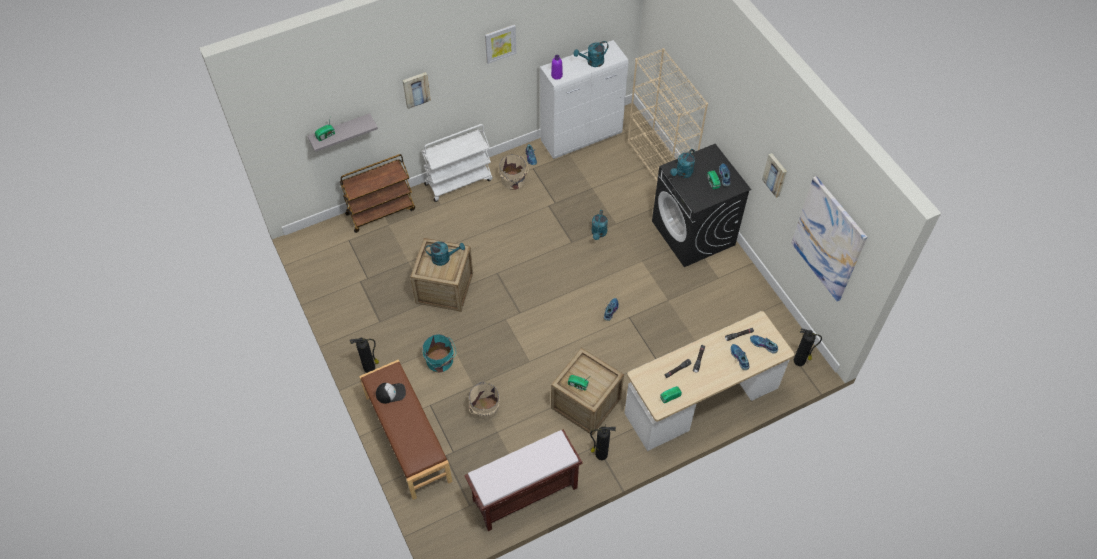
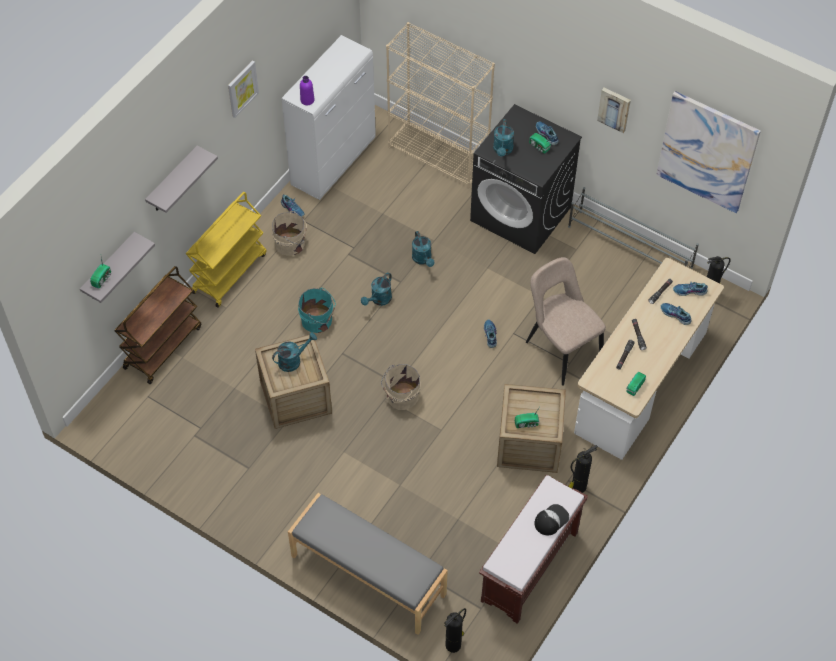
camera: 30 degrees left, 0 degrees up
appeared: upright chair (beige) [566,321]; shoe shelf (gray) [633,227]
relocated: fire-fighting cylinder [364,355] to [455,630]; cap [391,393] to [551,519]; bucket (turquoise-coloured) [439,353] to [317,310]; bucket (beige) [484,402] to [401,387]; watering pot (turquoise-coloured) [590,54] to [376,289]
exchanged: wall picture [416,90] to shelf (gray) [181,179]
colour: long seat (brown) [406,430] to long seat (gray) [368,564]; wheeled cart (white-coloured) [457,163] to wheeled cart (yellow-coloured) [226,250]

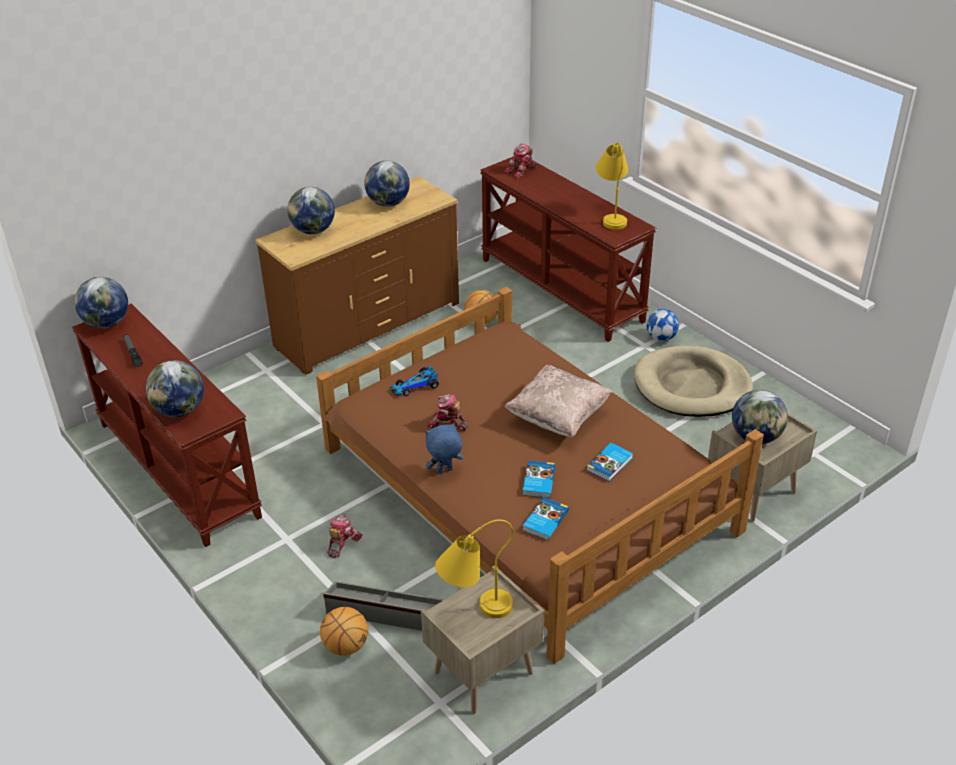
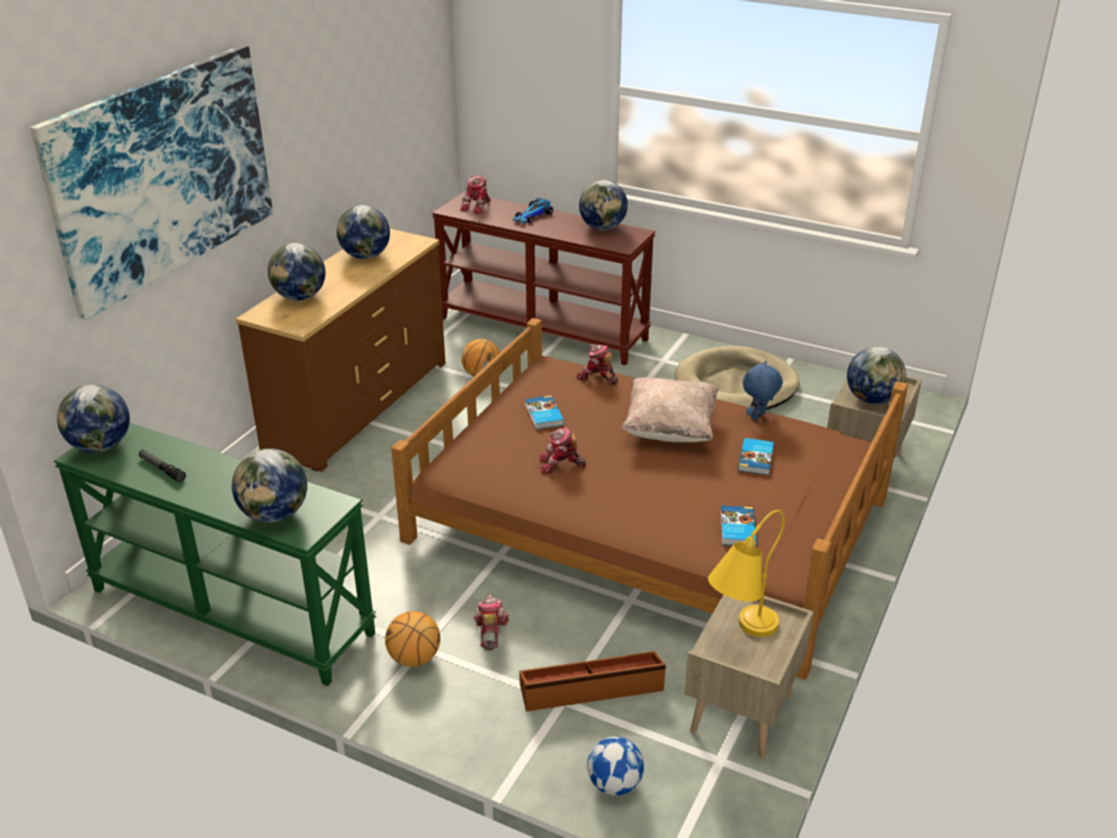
camera: 25 degrees left, 5 degrees down
appeared: wall picture [151,182]; model robot [597,365]
relocated: basketball ball [344,631] to [412,639]; toy car [414,381] to [532,210]; cuddly toy (bluish) [444,448] to [763,390]; volume [539,479] to [544,412]; football [662,325] to [615,766]
exchanged: lamp for a table (yellow-coloured) [612,186] to desk globe [603,205]
colour: hall table (brown) [167,425] to hall table (greenish) [215,554]; storage bin (gray) [383,606] to storage bin (brown) [592,681]

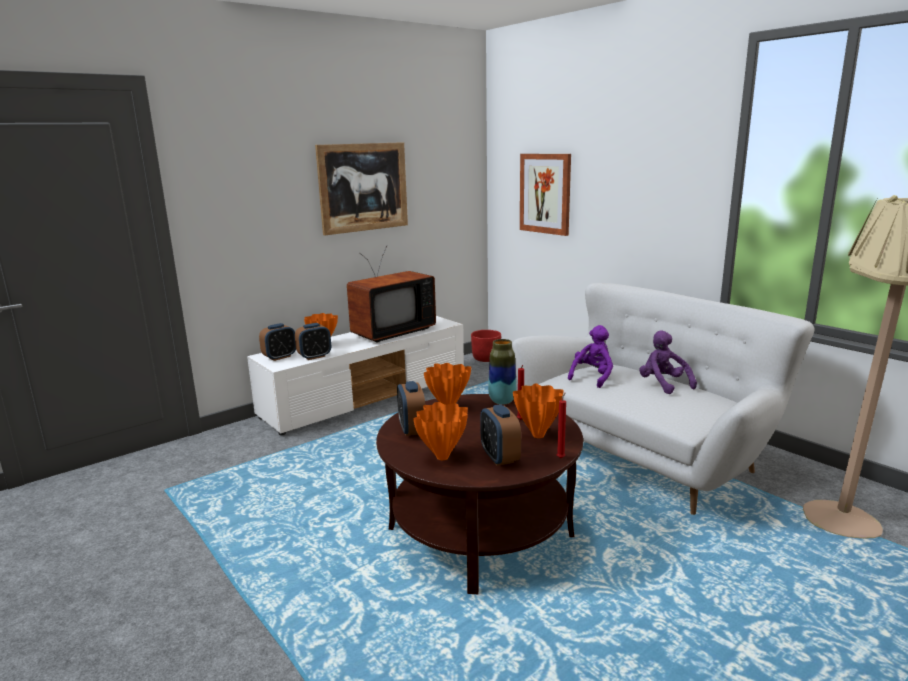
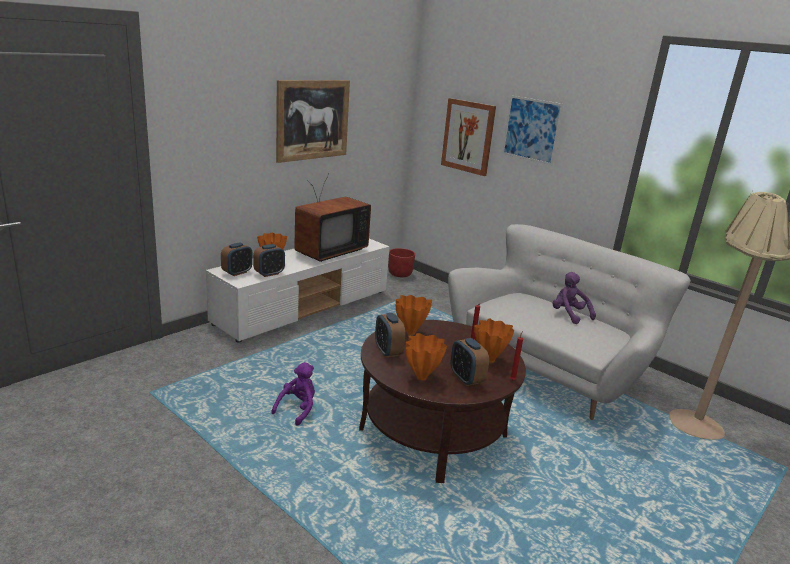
camera: 10 degrees left, 5 degrees up
missing: decorative vase [502,372]
appeared: wall picture [533,130]
relocated: cuddly toy (purplish) [590,356] to [293,393]

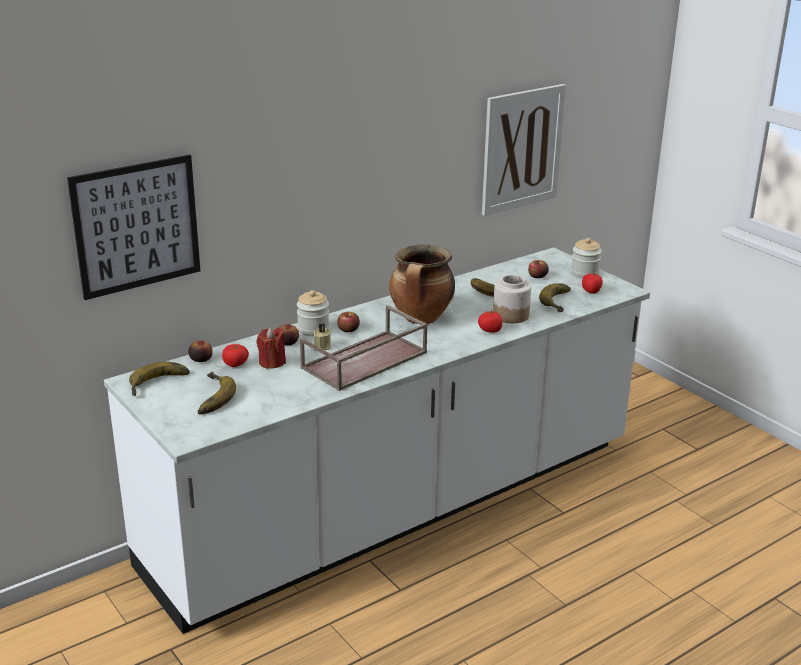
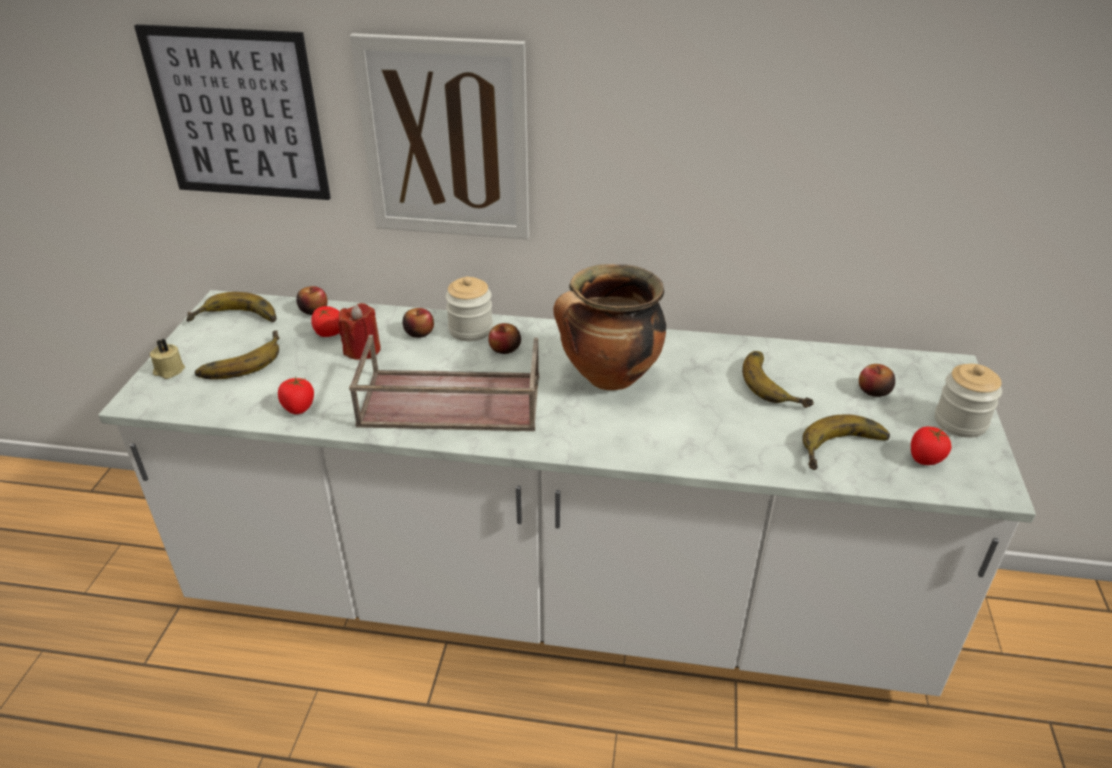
camera: 45 degrees right, 10 degrees up
missing: storage jar [512,299]
relocated: candle (beige) [322,337] to [167,359]; tomato [490,321] to [296,395]; wall picture [524,150] to [439,136]

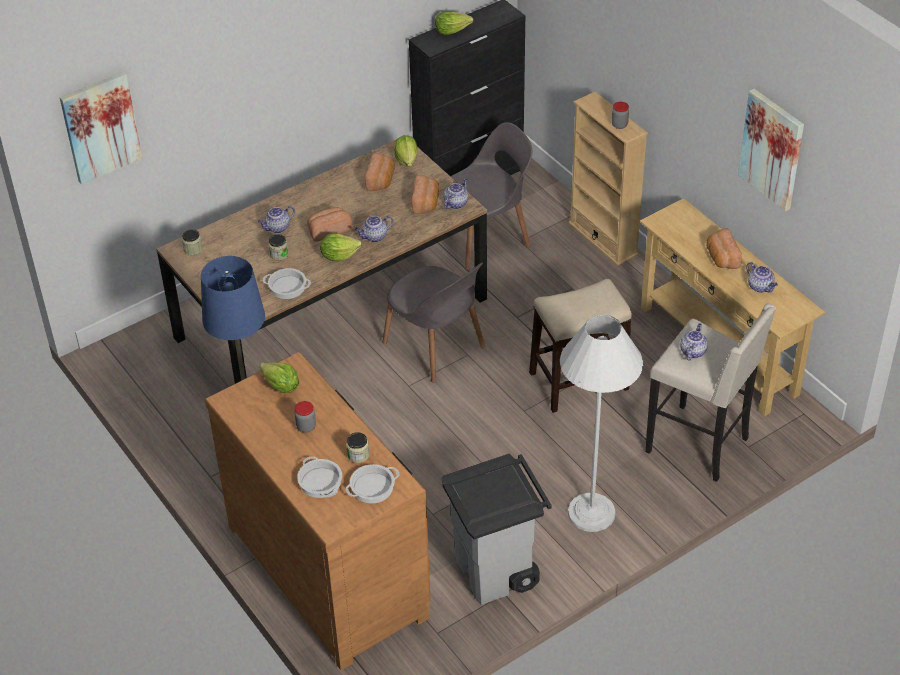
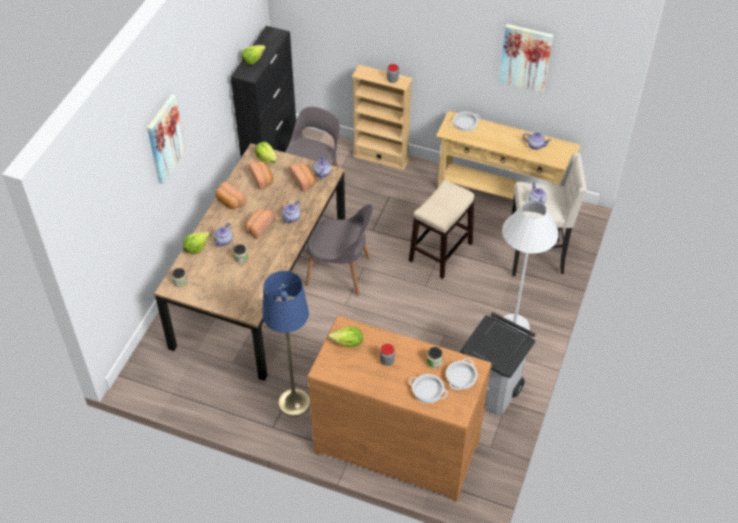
camera: 35 degrees left, 5 degrees up
relocated: wall picture [101,128] to [166,139]; saucepot [287,283] to [466,122]; lettuce [341,247] to [196,243]; bakery bread [724,248] to [230,195]

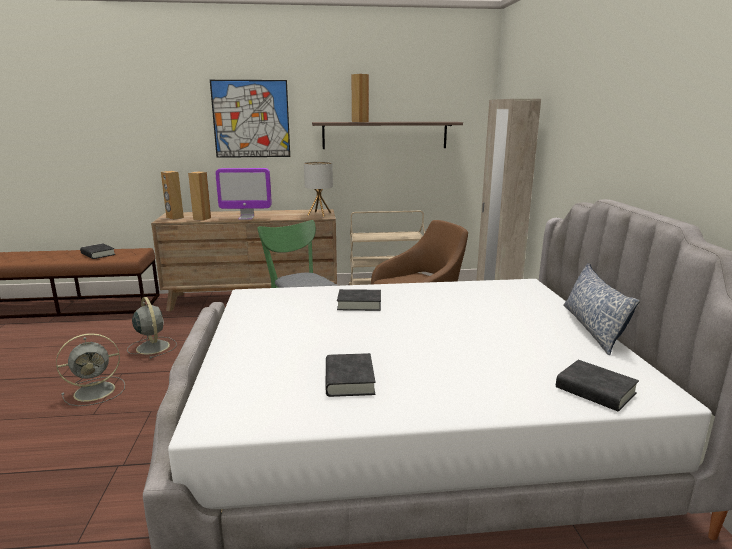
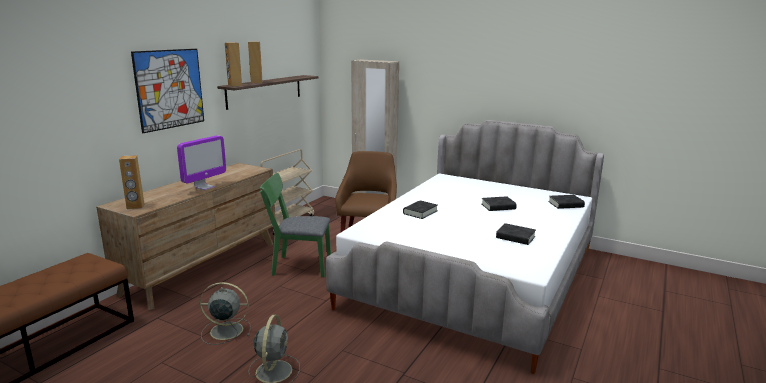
camera: 55 degrees left, 0 degrees up
missing: lamp for a table [318,189]; cushion [601,309]
relocated: volume (black-coloured) [97,251] to [499,203]; audio speaker (brown) [199,196] to [233,64]

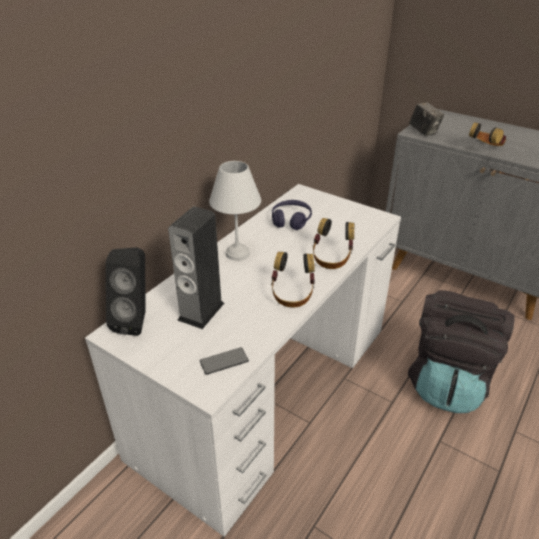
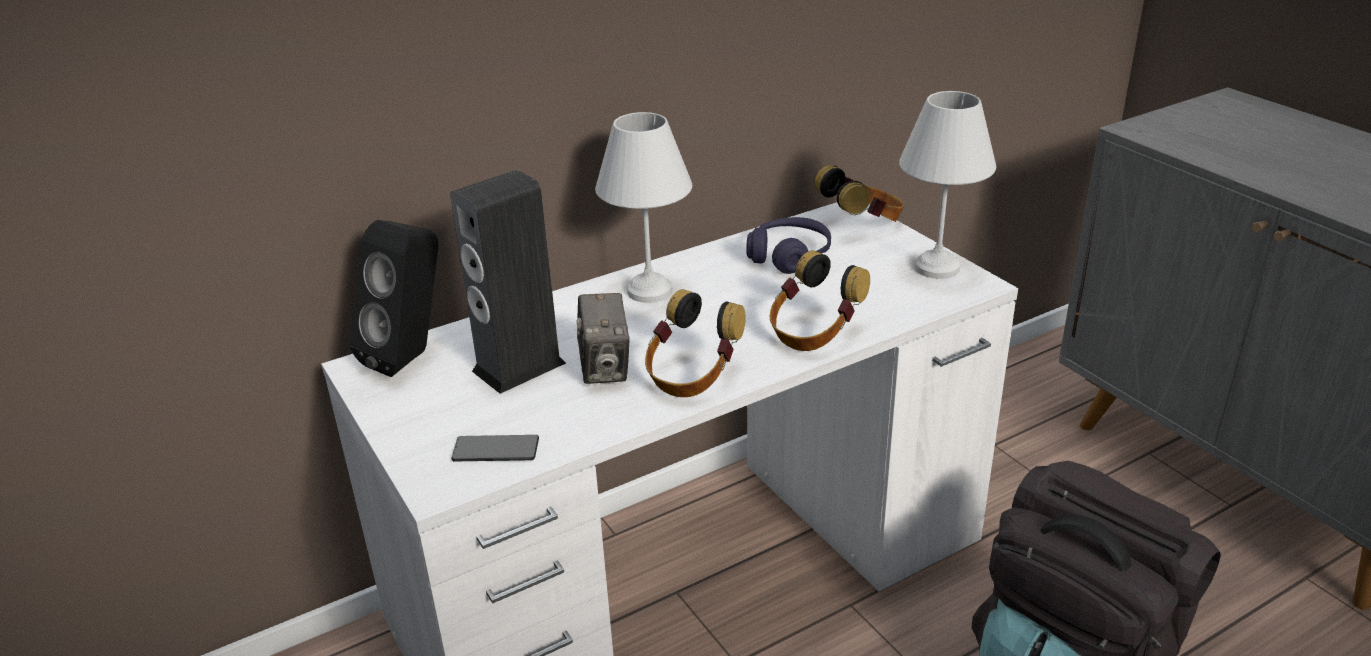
camera: 25 degrees right, 5 degrees down
appeared: lamp for a table (white-coloured) [947,185]
relocated: photo camera [426,119] to [603,338]; headset [488,134] to [859,193]

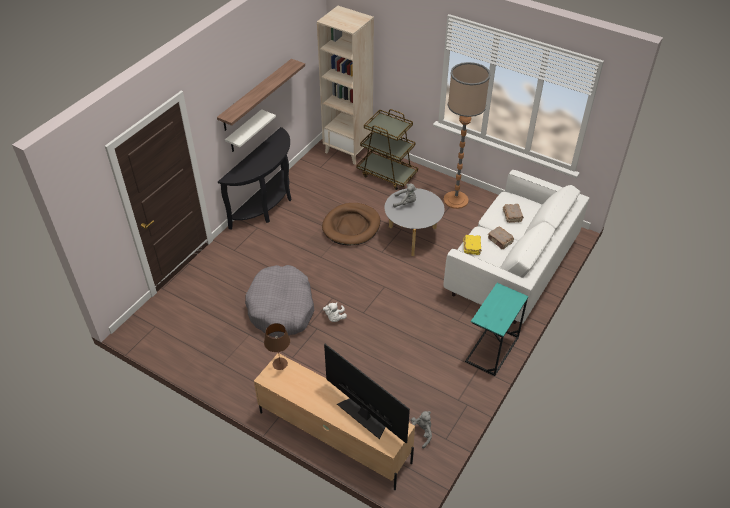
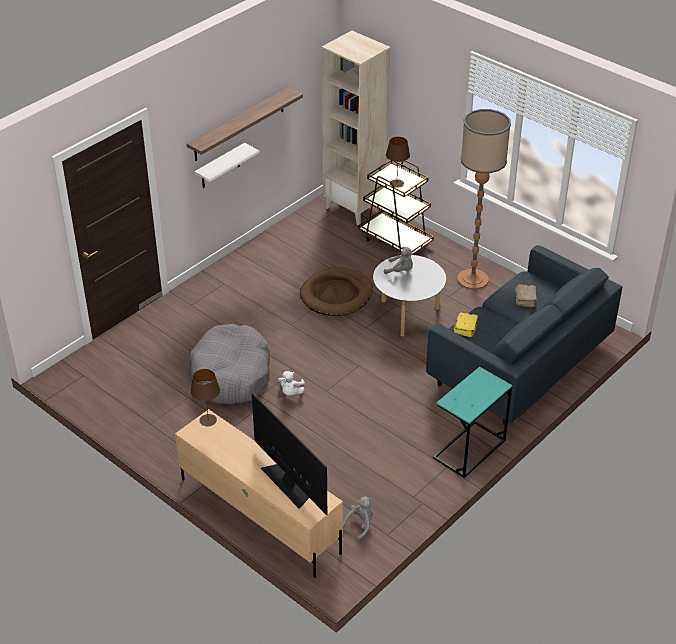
camera: 10 degrees right, 5 degrees down
missing: hall table (black-coloured) [254,178]; volume (brown) [501,238]
appeared: lamp for a table (brown) [398,162]
colour: settee (white-coloured) [516,247] to settee (bluish) [524,335]

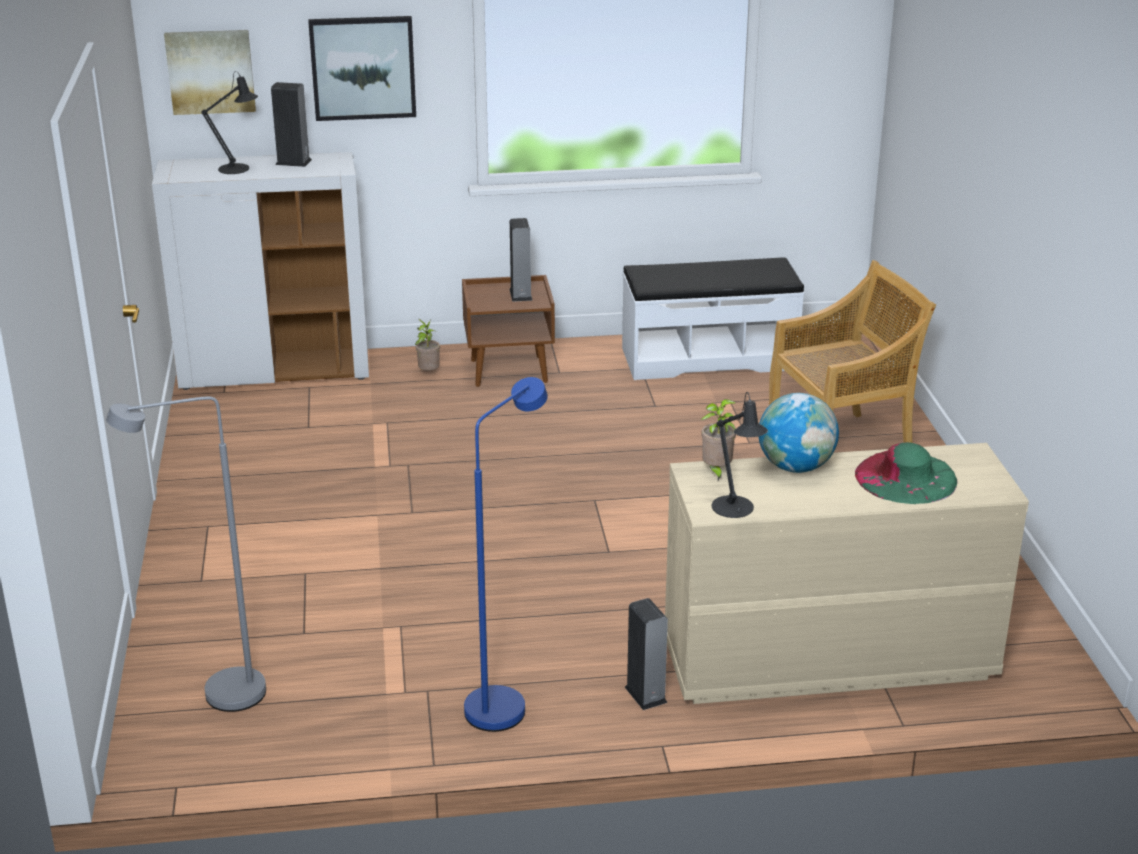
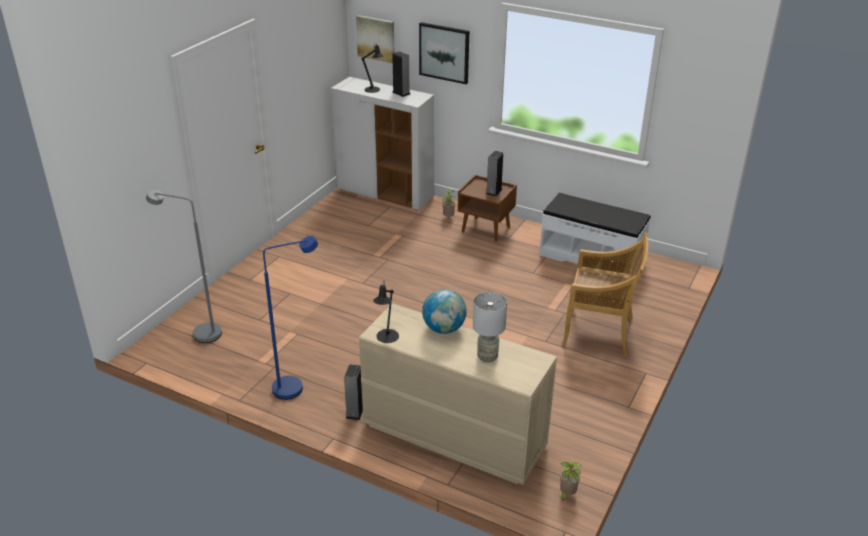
camera: 35 degrees right, 5 degrees up
relocated: houseplant [718,440] to [571,482]
exchanged: hat (greenish) [906,473] to lamp for a table (gray) [490,327]

